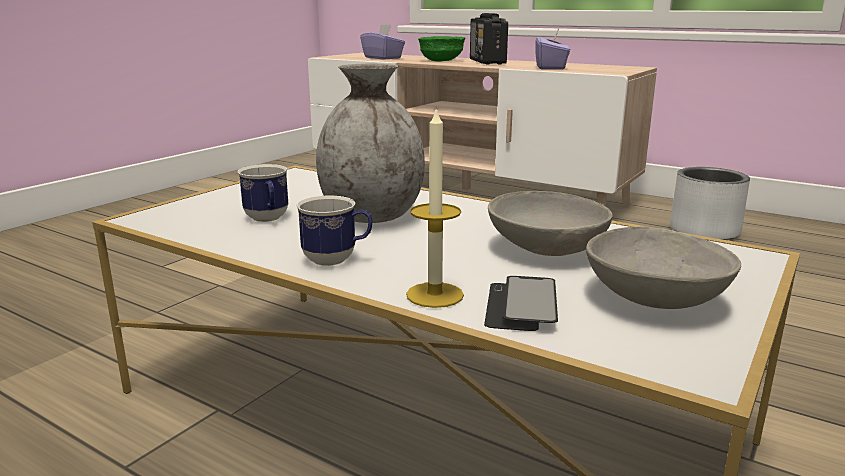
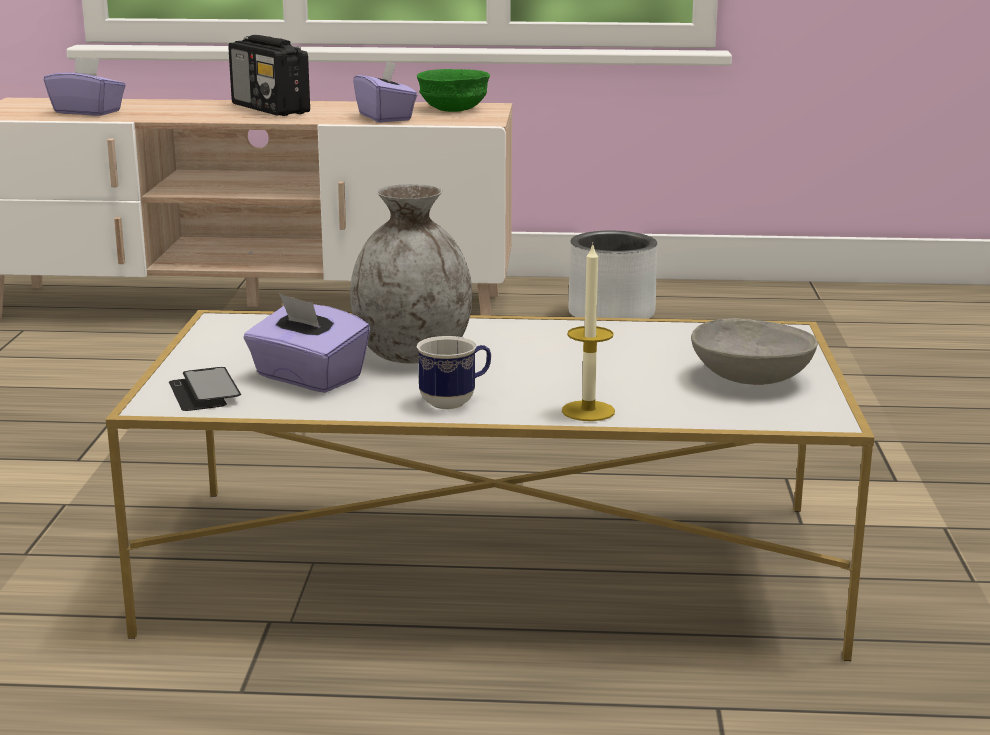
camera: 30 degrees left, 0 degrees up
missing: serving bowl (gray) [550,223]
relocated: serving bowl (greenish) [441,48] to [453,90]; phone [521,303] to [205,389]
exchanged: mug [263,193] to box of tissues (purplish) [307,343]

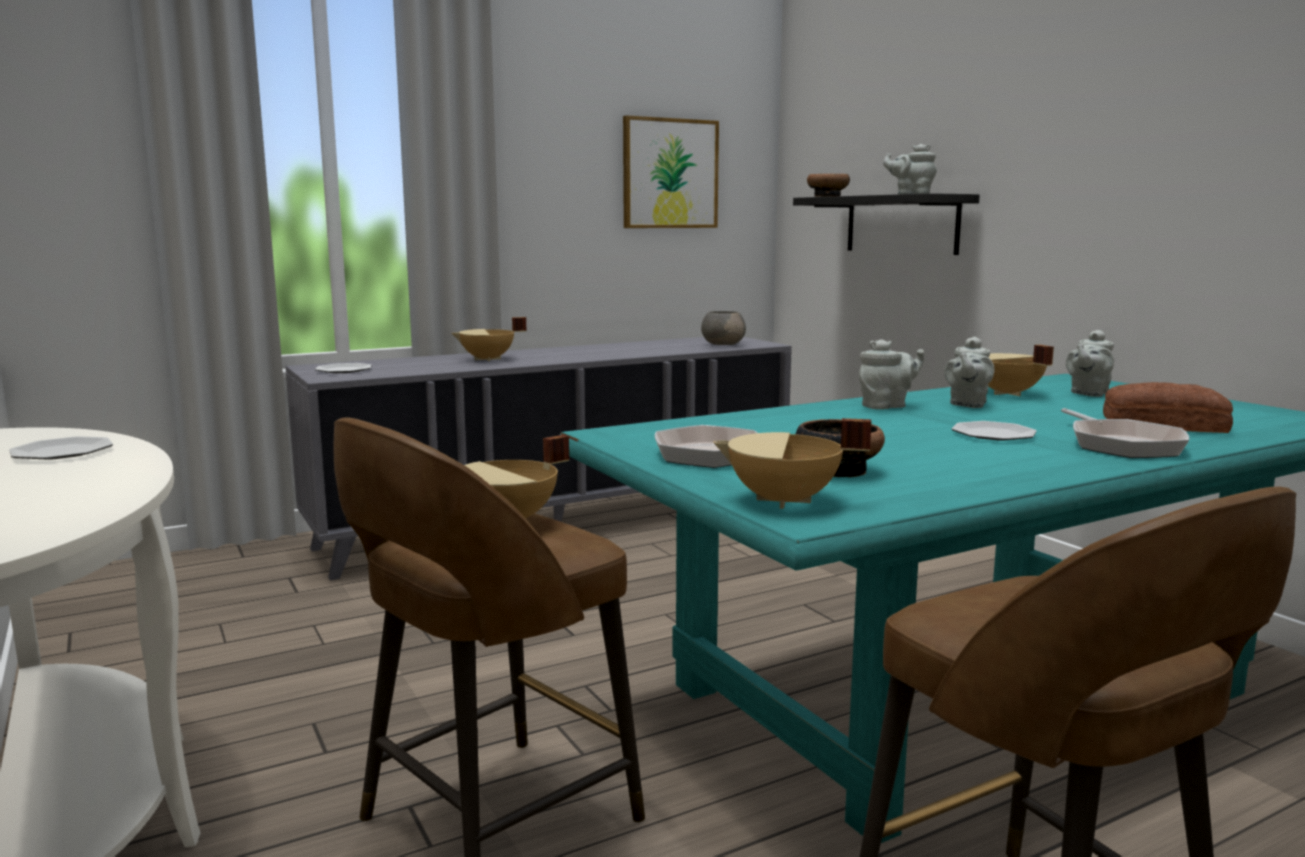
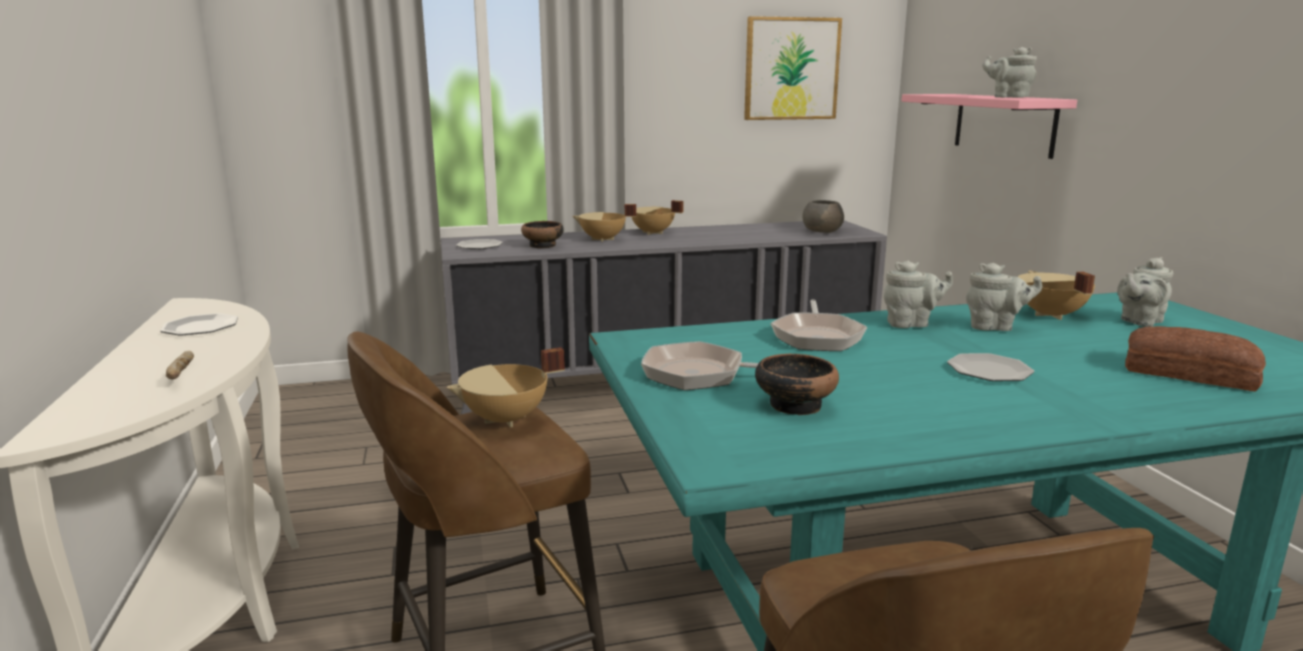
camera: 15 degrees right, 5 degrees up
appeared: bakery bread [180,365]
relocated: saucepot (beige) [792,463] to [658,217]; serving bowl [828,185] to [542,234]; skillet [1125,433] to [819,325]
colour: shelf (black-coloured) [886,224] to shelf (pink) [989,126]
spun: teapot (gray) [969,372] = [1004,297] 120 degrees counterclockwise

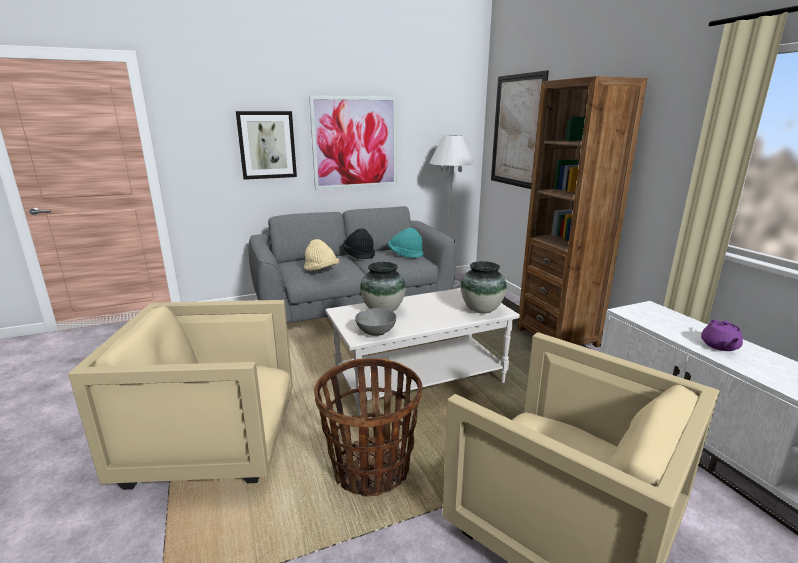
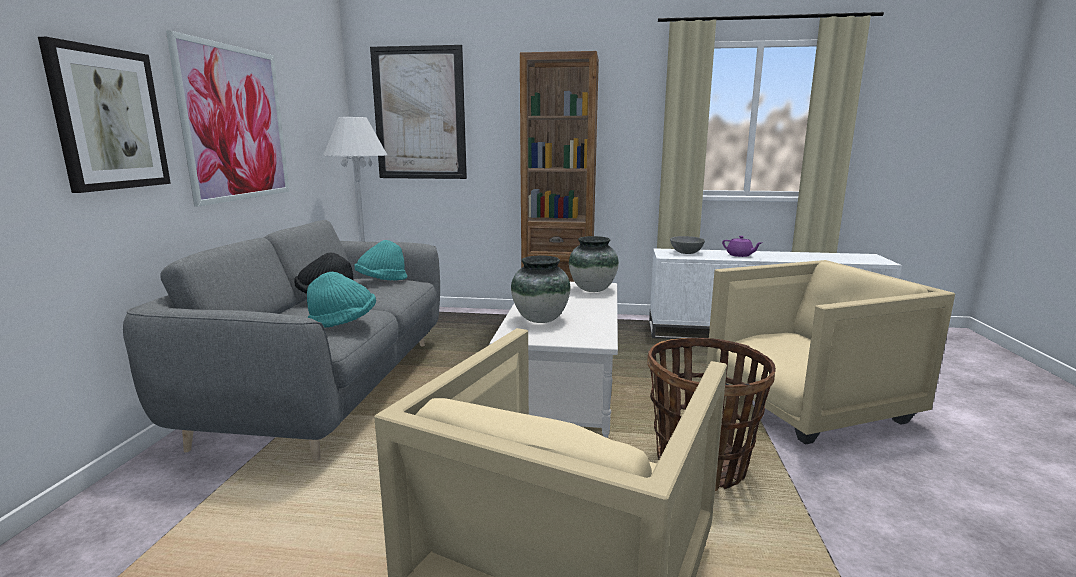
camera: 60 degrees left, 5 degrees down
relocated: serving bowl (gray) [375,322] to [687,245]
colour: hat (beige) [321,255] to hat (turquoise-coloured) [341,300]

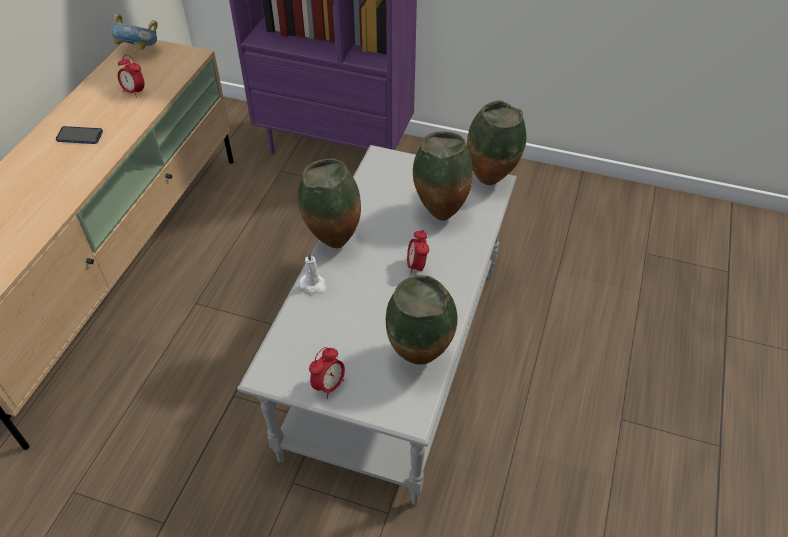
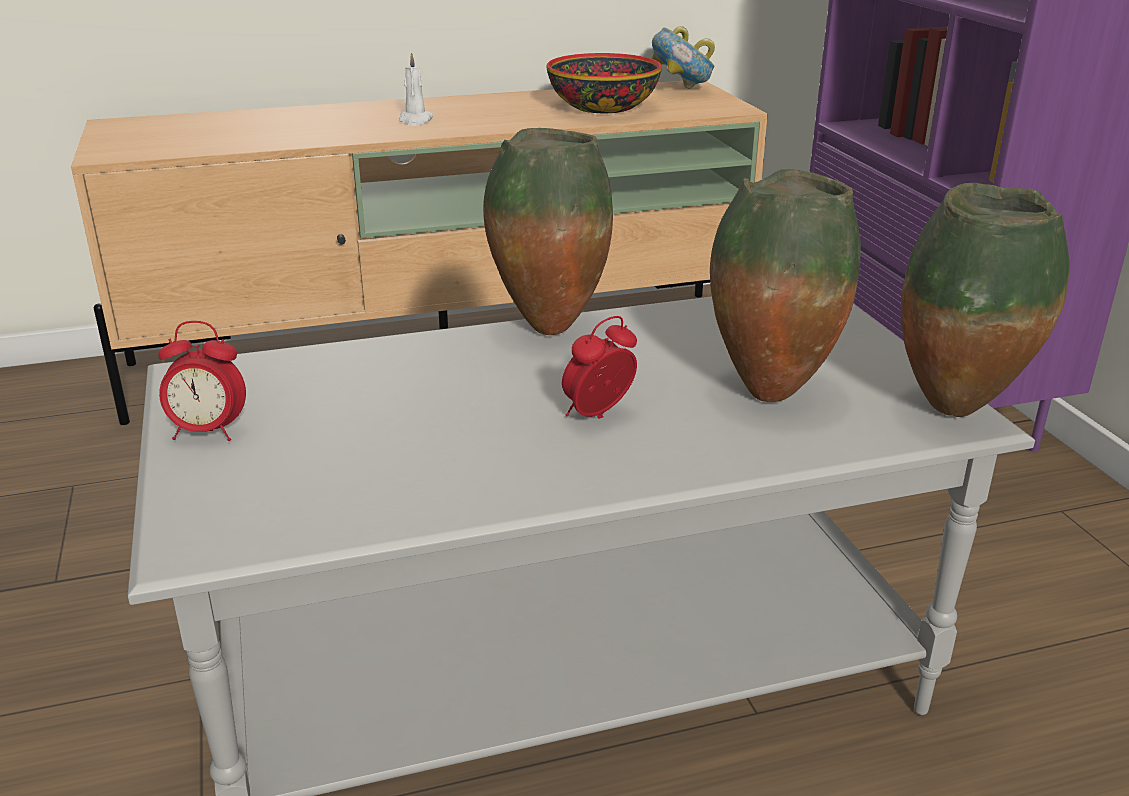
camera: 55 degrees right, 20 degrees down
missing: phone [79,135]; decorative vase [422,320]
relocated: candle (white-coloured) [312,273] to [416,89]
exchanged: alarm clock [131,76] to serving bowl [604,83]

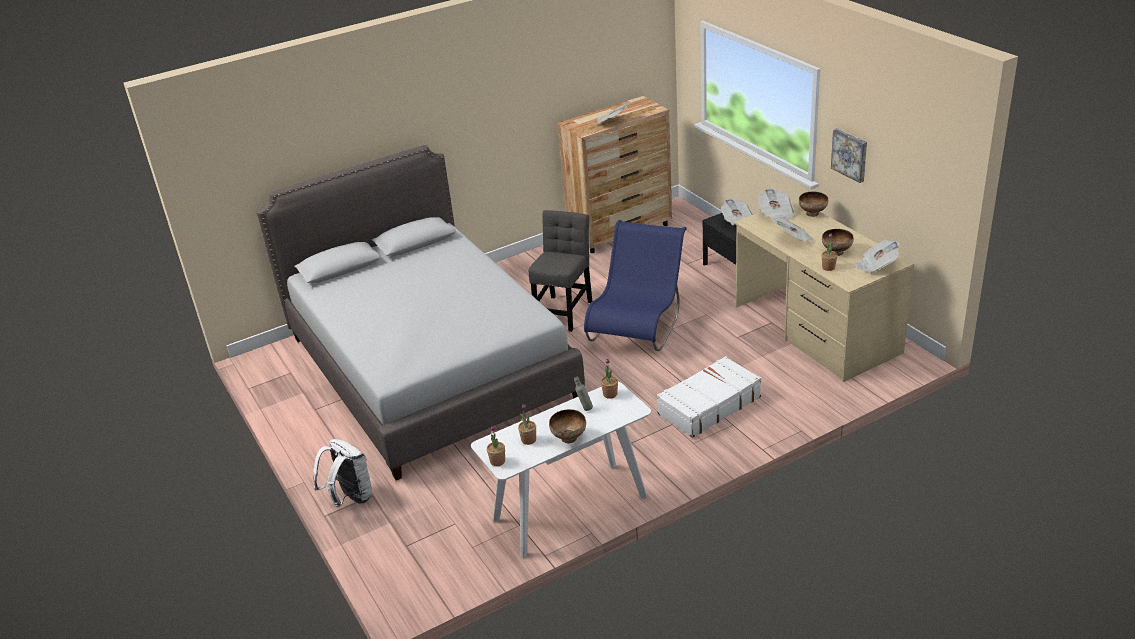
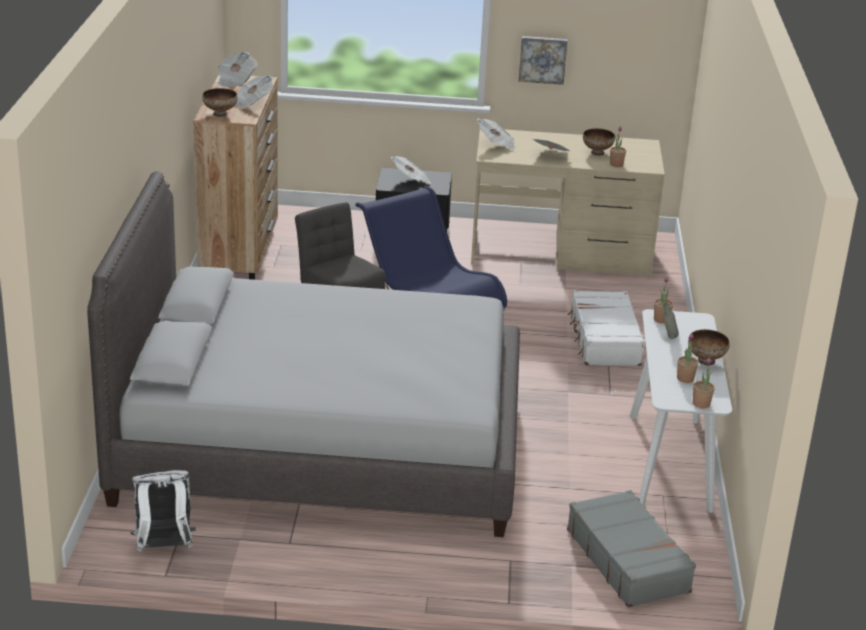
camera: 60 degrees left, 5 degrees down
appeared: travel case (gray) [631,549]
relocated: knapsack (white-coloured) [342,473] to [163,510]; serving bowl [813,204] to [220,102]; printed paper [877,257] to [237,69]

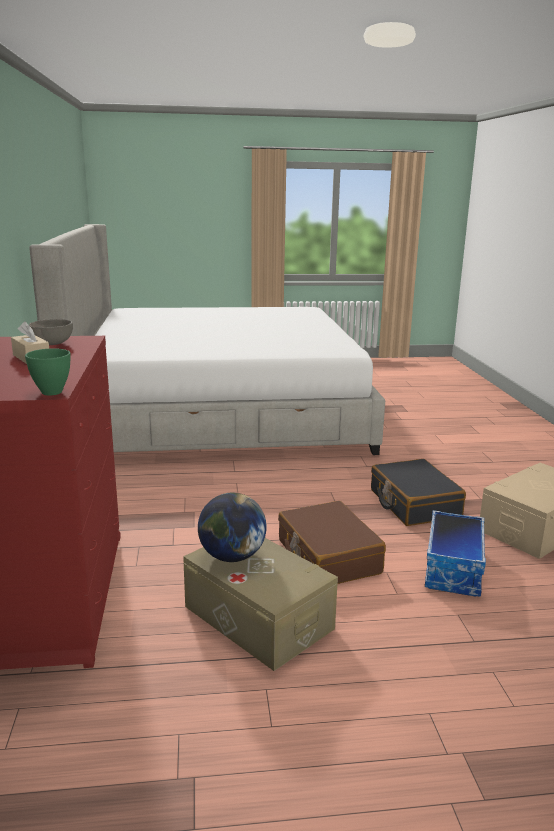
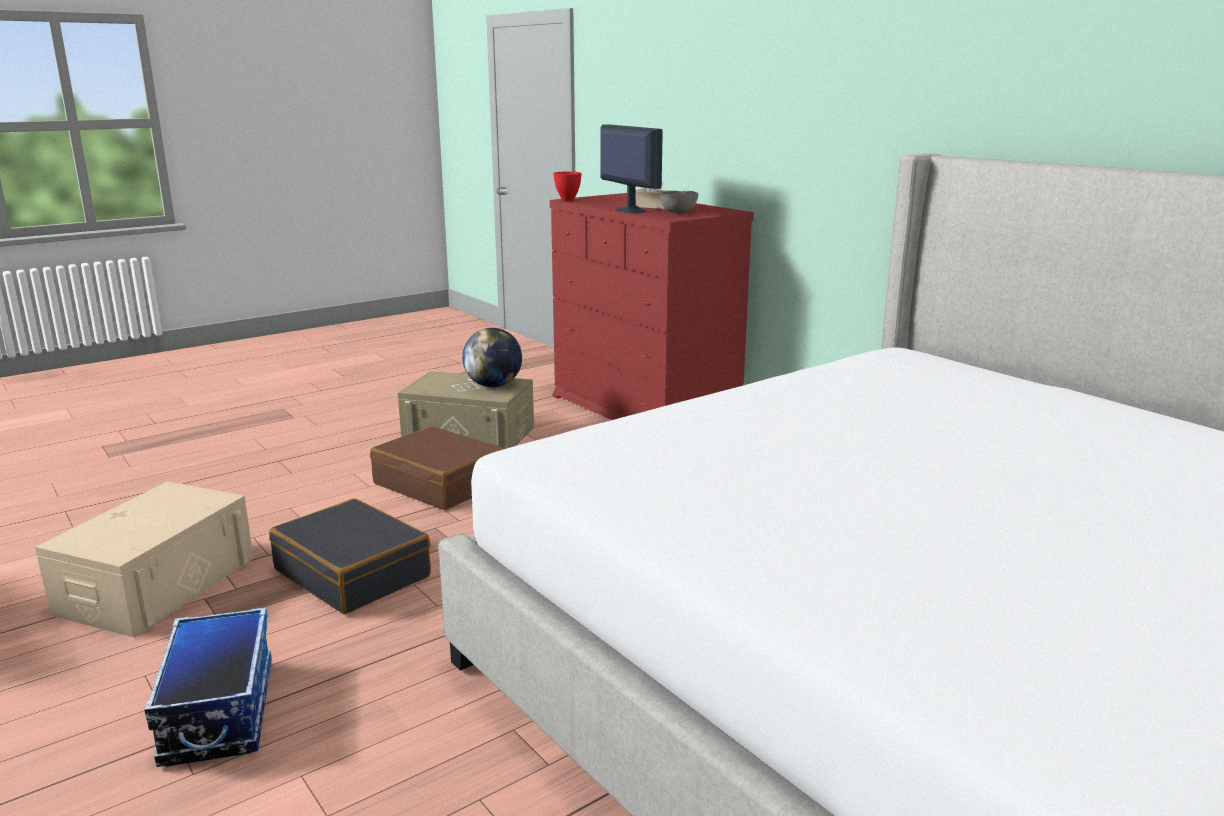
camera: 150 degrees right, 0 degrees up
appeared: computer display [631,169]
relocated: storage bin [455,553] to [208,687]
colour: serving bowl (greenish) [48,371] to serving bowl (reddish) [567,186]

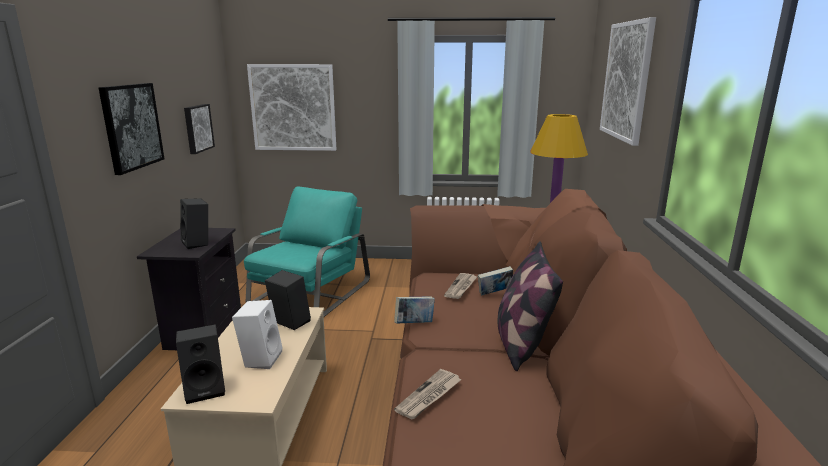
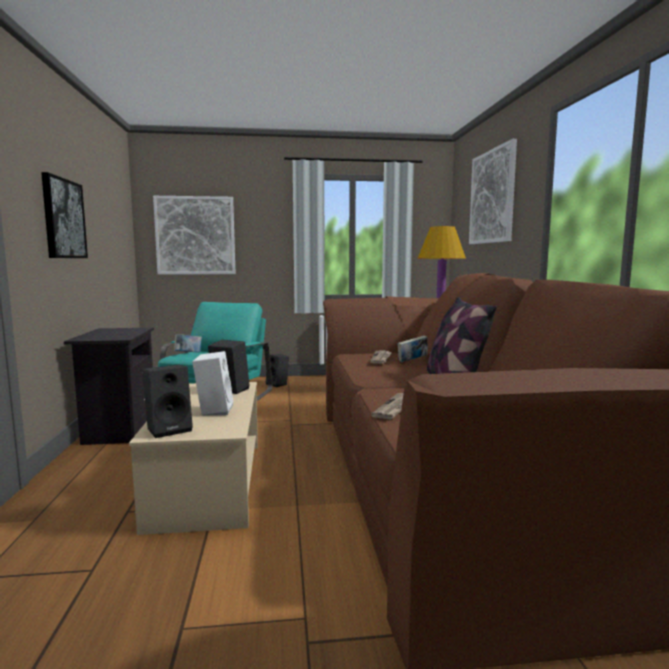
camera: 10 degrees left, 10 degrees down
missing: wall picture [199,129]
relocated: audio speaker (black-coloured) [194,223] to [277,370]; volume [414,309] to [188,343]

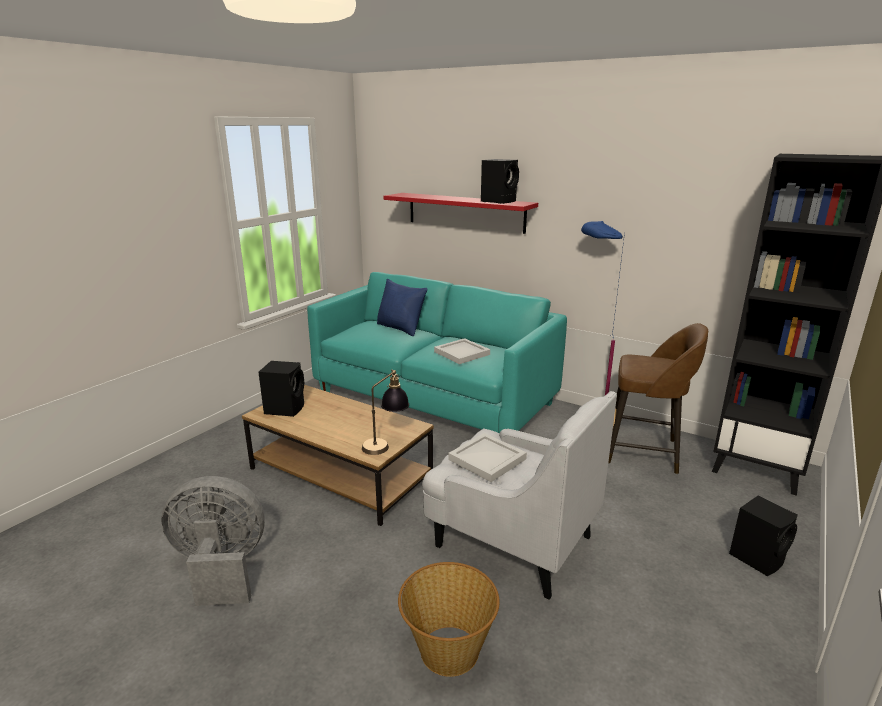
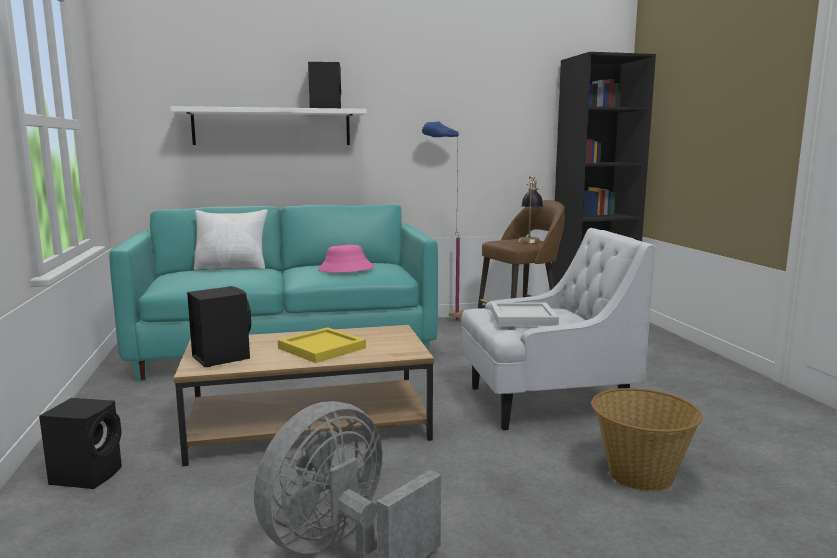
camera: 45 degrees left, 10 degrees down
appeared: tray (yellow-coloured) [322,345]
relocated: lamp for a table [385,412] to [530,209]; audio speaker (black-coloured) [763,536] to [80,443]
exchanged: tray (white-coloured) [462,351] to hat (pink) [346,258]
colour: cushion (bluish) [402,307] to cushion (white-coloured) [231,240]; shelf (reddish) [461,213] to shelf (white-coloured) [268,125]

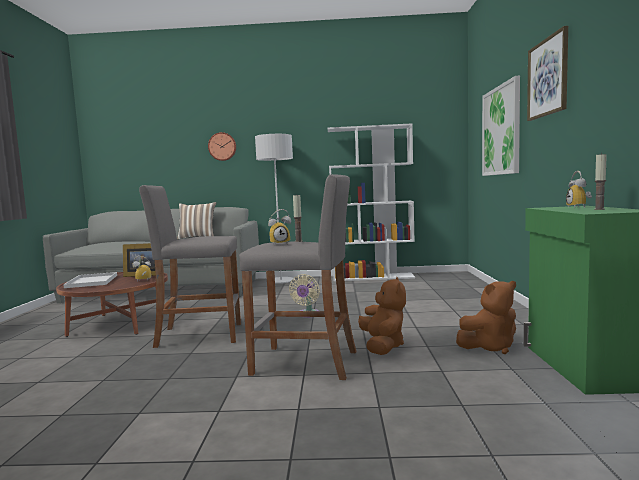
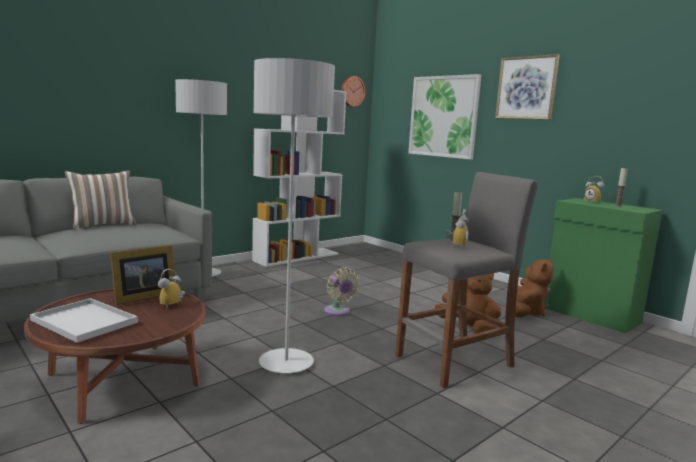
camera: 45 degrees left, 5 degrees up
relocated: wall clock [222,146] to [353,91]
exchanged: stool (gray) [190,266] to standard lamp (gray) [294,215]

